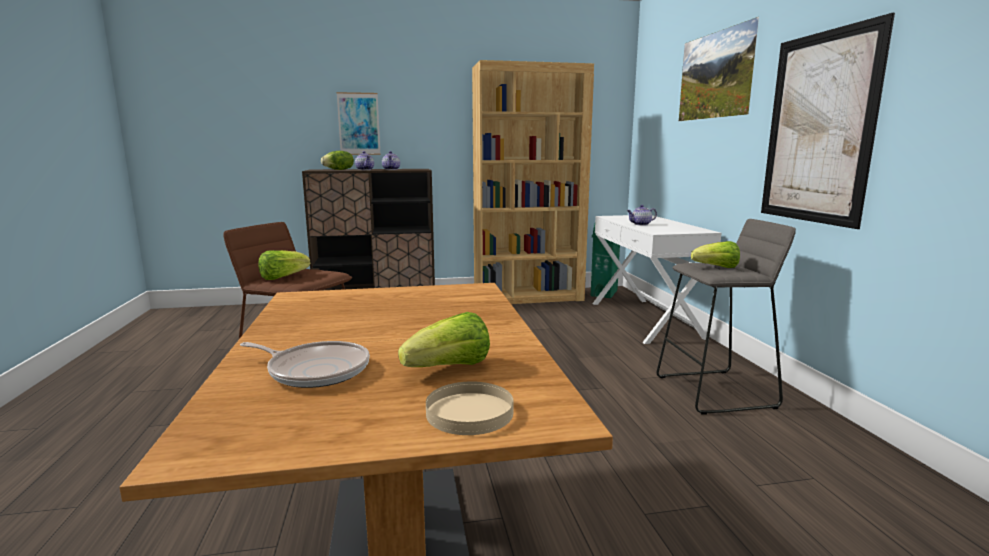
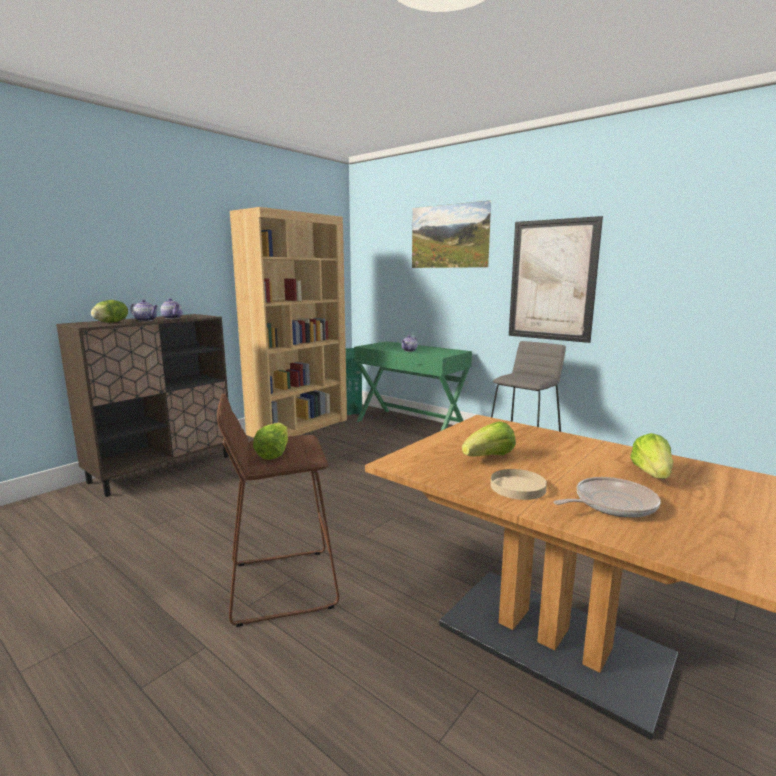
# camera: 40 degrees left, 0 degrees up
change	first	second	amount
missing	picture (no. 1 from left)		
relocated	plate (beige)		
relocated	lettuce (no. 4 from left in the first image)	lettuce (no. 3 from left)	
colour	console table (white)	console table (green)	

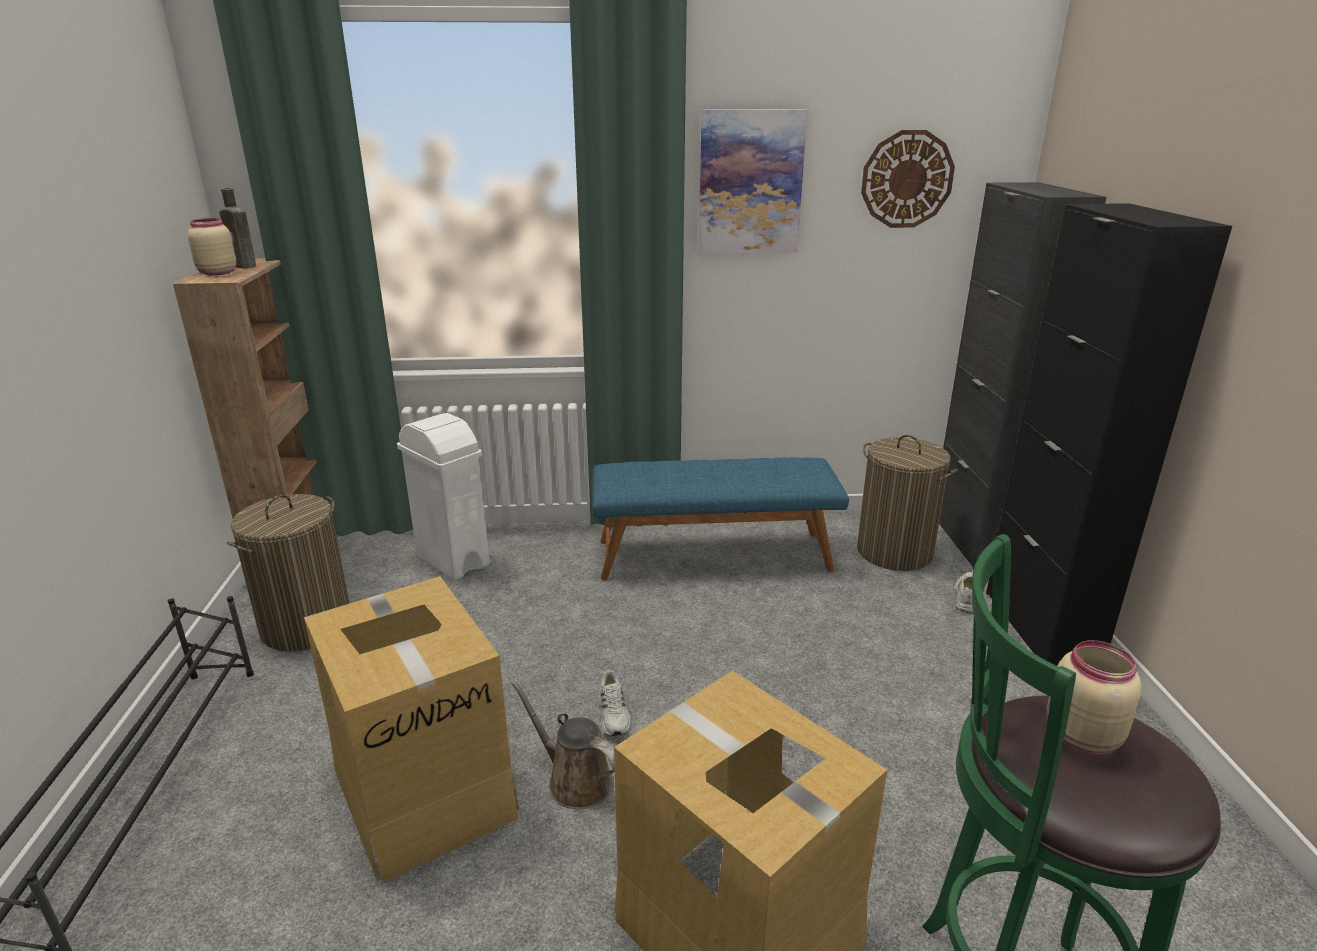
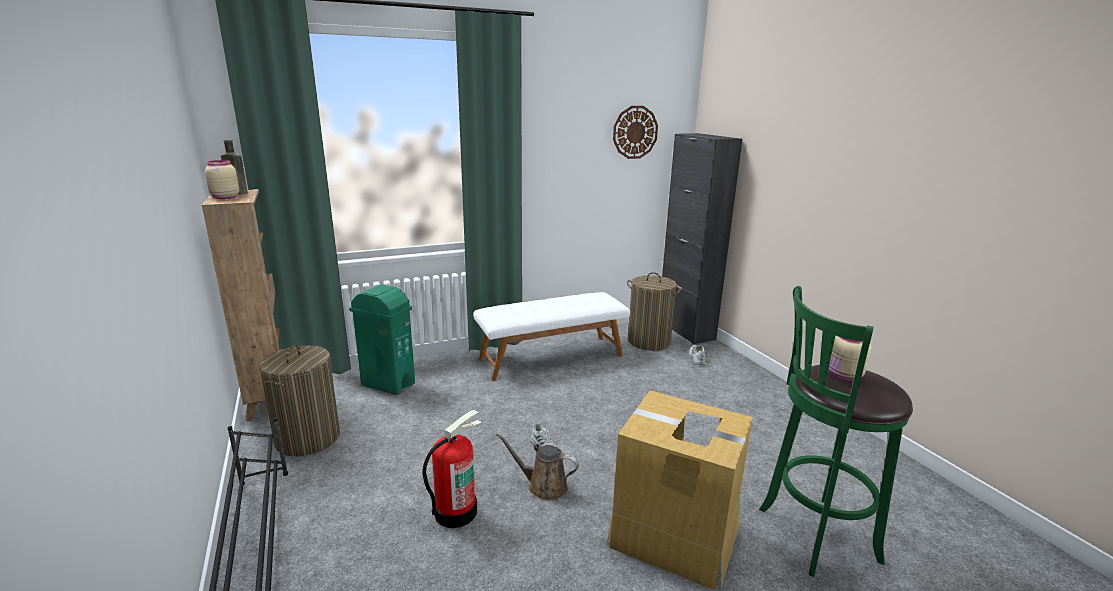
# camera: 20 degrees left, 5 degrees down
change	first	second	amount
missing	picture		
missing	cabinet (black) (no. 2 from left)		
exchanged	cardboard box (no. 1 from left)	fire extinguisher	
colour	trash can (white)	trash can (green)	
colour	bench (blue)	bench (white)	

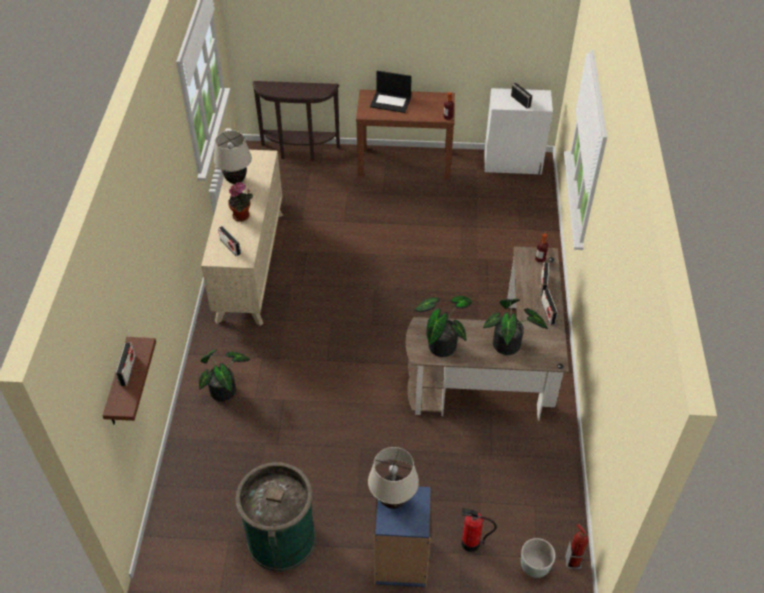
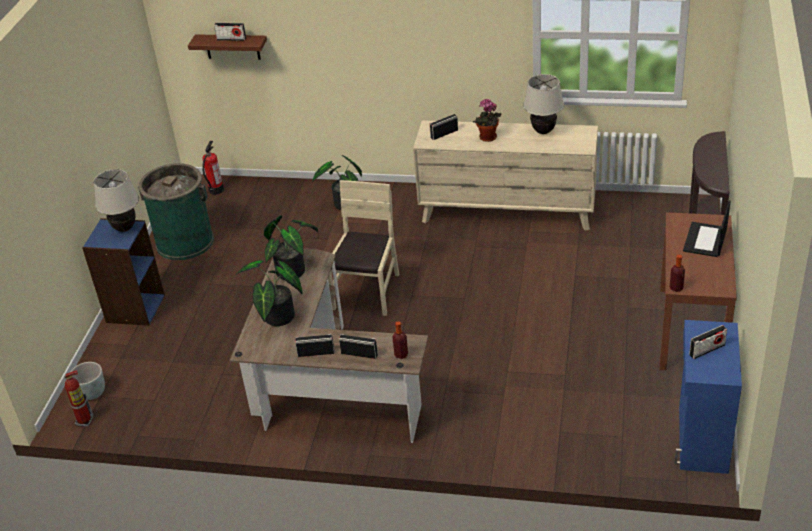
# camera: 100 degrees right, 10 degrees down
change	first	second	amount
appeared		chair (beige)	
relocated	fire extinguisher (no. 1 from left in the first image)	fire extinguisher (no. 2 from left)	
colour	cabinet (white)	cabinet (blue)	

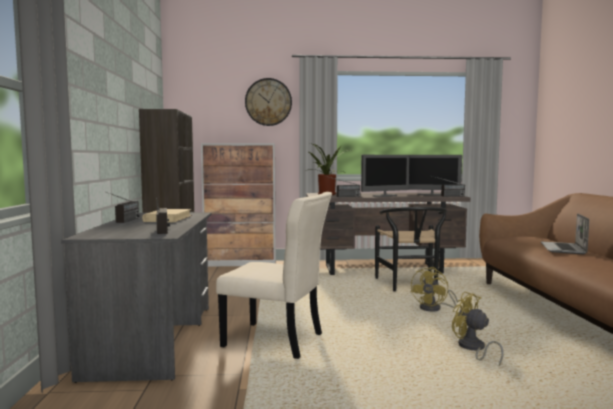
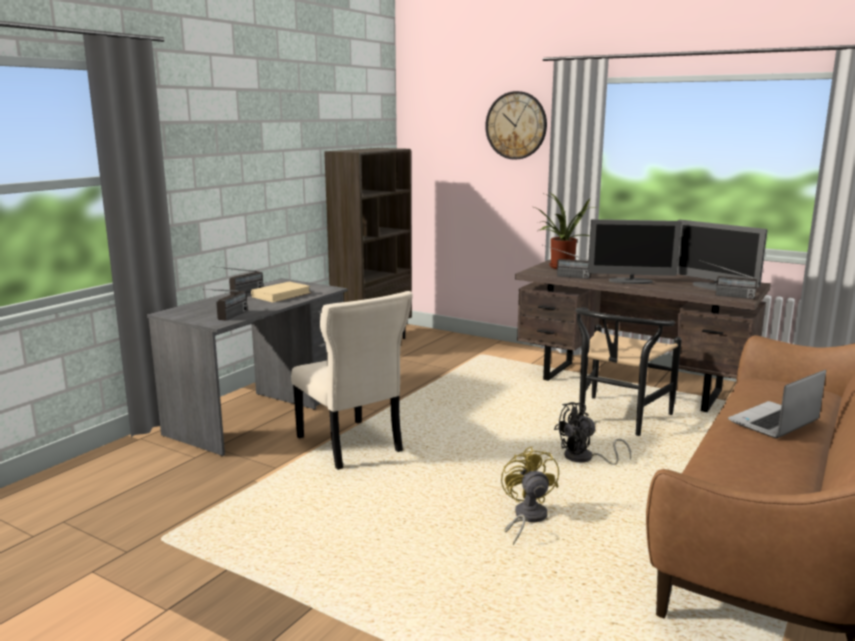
# camera: 35 degrees right, 10 degrees up
change	first	second	amount
missing	cabinet		
colour	fan (yellow) (no. 1 from left)	fan (black)	

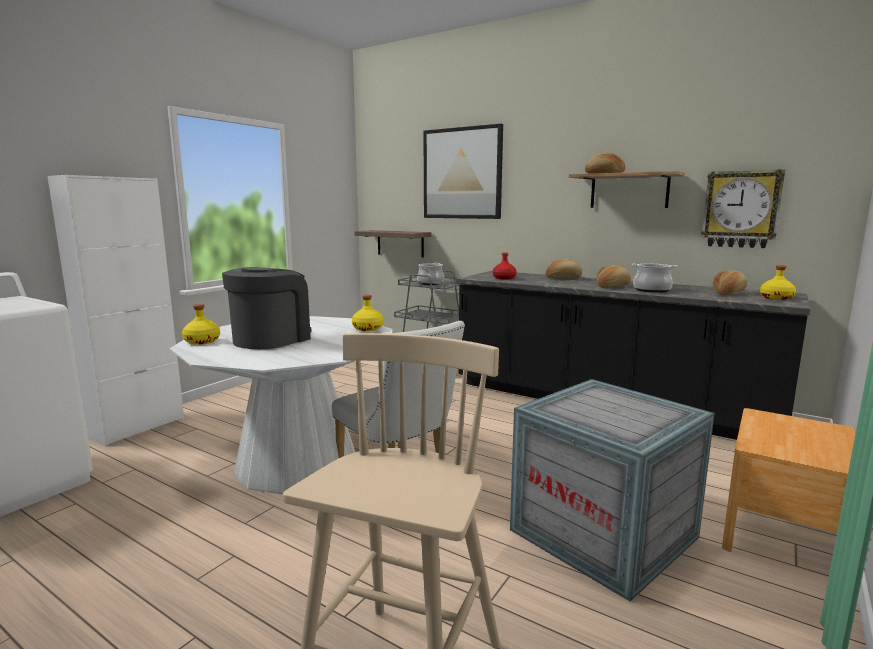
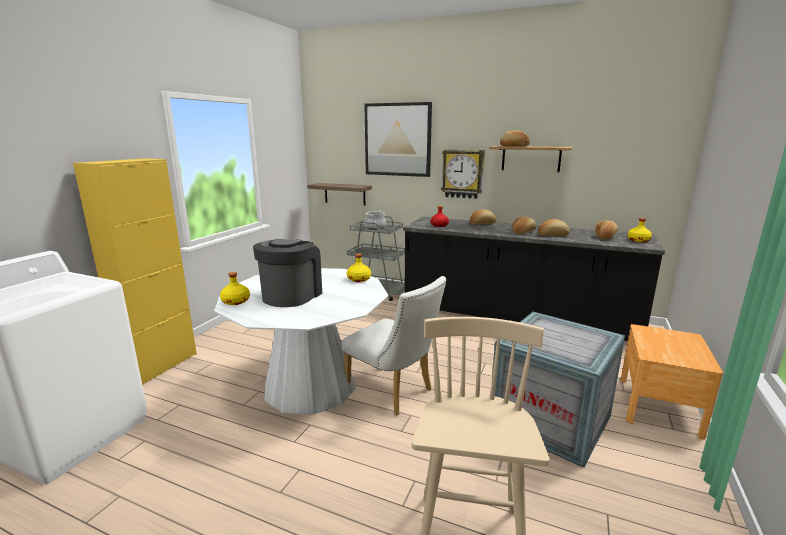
# camera: 10 degrees left, 5 degrees up
change	first	second	amount
relocated	wall clock		
exchanged	cooking pot (no. 2 from left)	bread (no. 4 from left)	
colour	cabinet (white)	cabinet (yellow)	

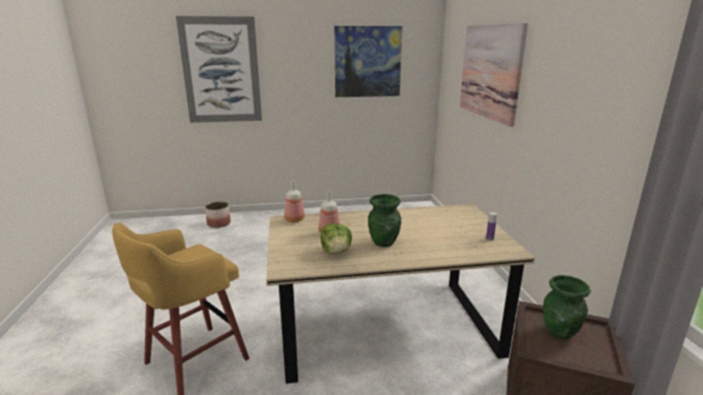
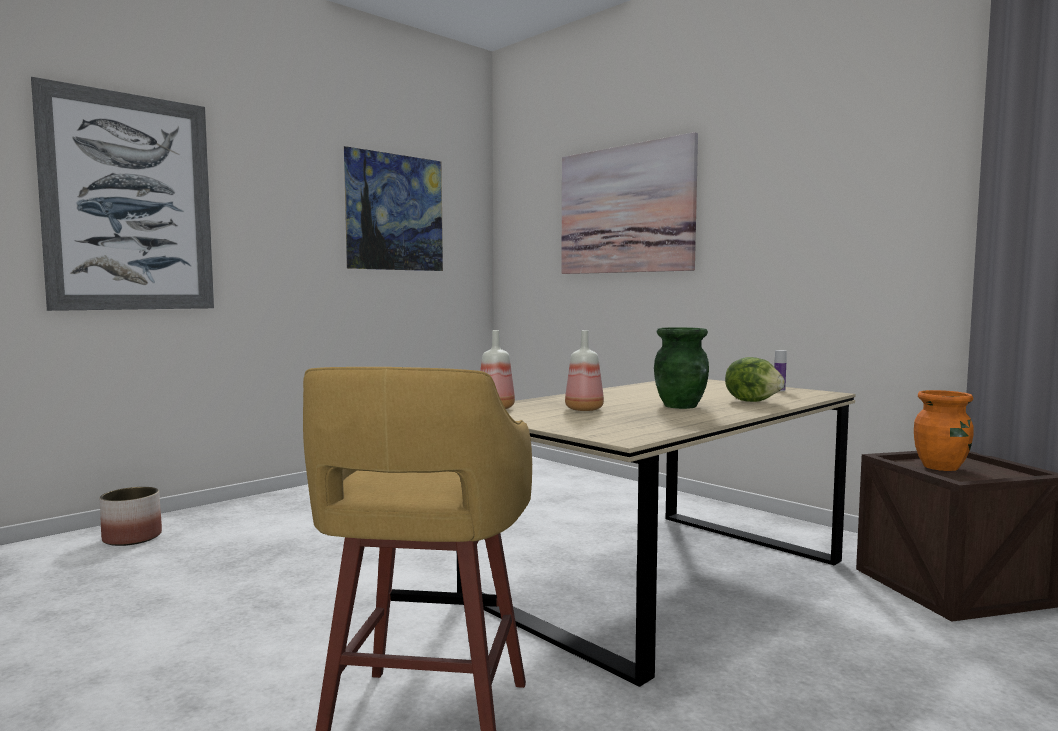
# camera: 35 degrees left, 15 degrees down
change	first	second	amount
relocated	lettuce		
colour	vase (green) (no. 2 from left)	vase (orange)	

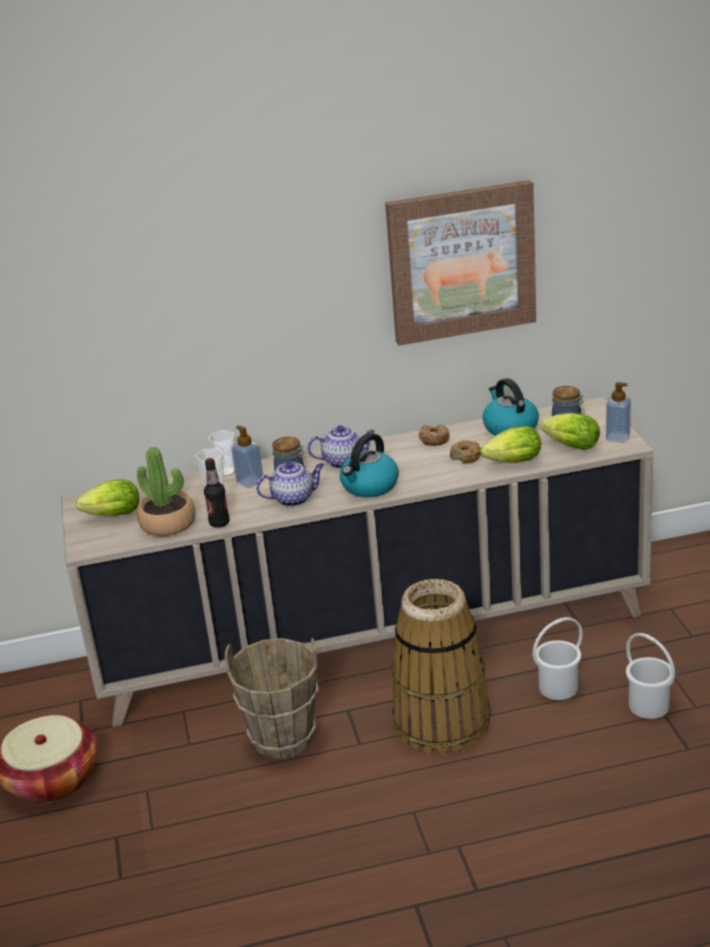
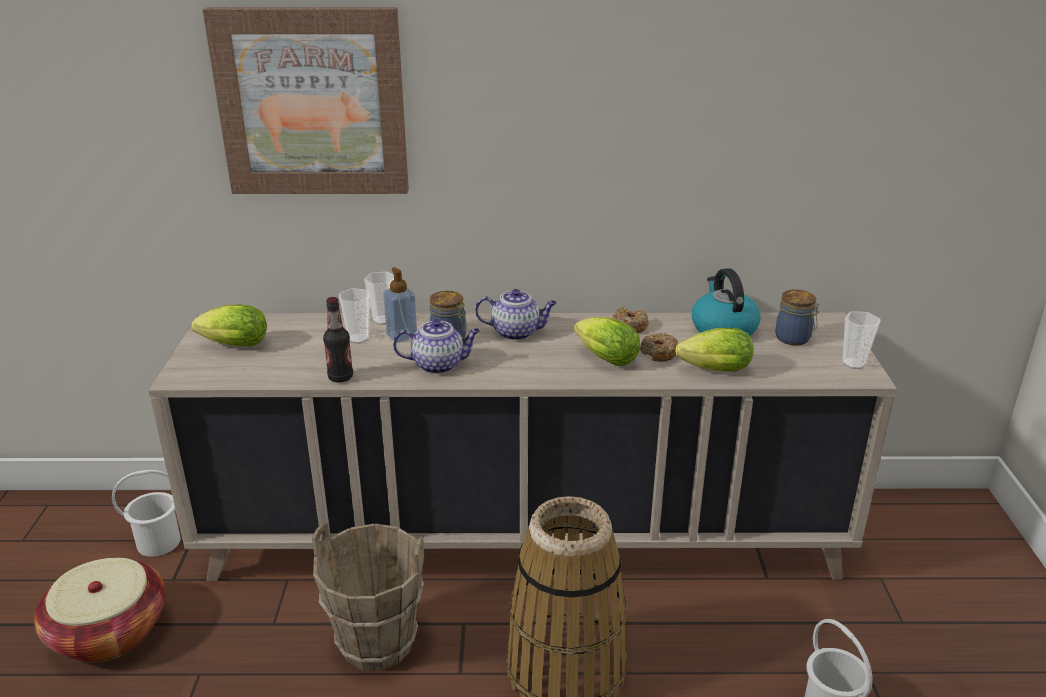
# camera: 10 degrees right, 0 degrees up
change	first	second	amount
missing	potted plant		
missing	kettle (no. 1 from left)		
relocated	picture		
relocated	bucket (white) (no. 1 from left)		
relocated	lettuce (no. 3 from left in the first image)	lettuce (no. 2 from left)	
exchanged	soap dispenser (no. 2 from left)	cup (no. 3 from left)	

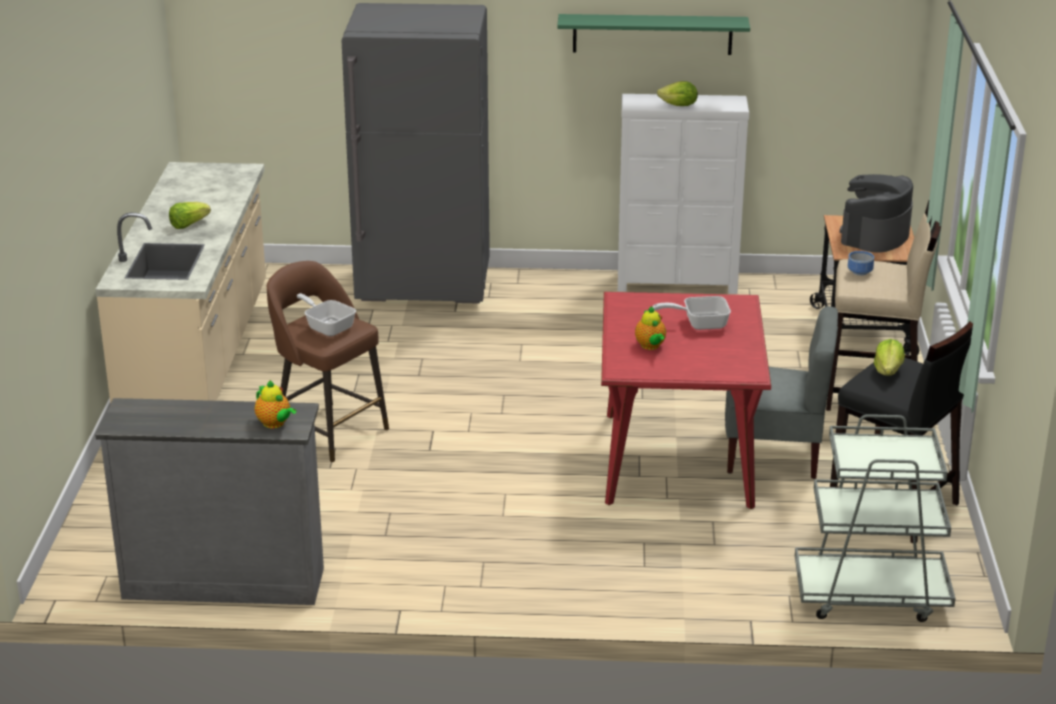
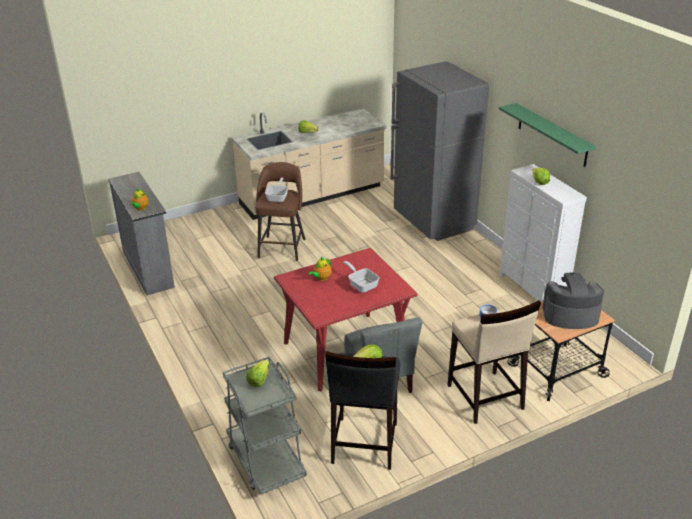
# camera: 60 degrees right, 5 degrees up
change	first	second	amount
appeared		lettuce (no. 1 from left)	

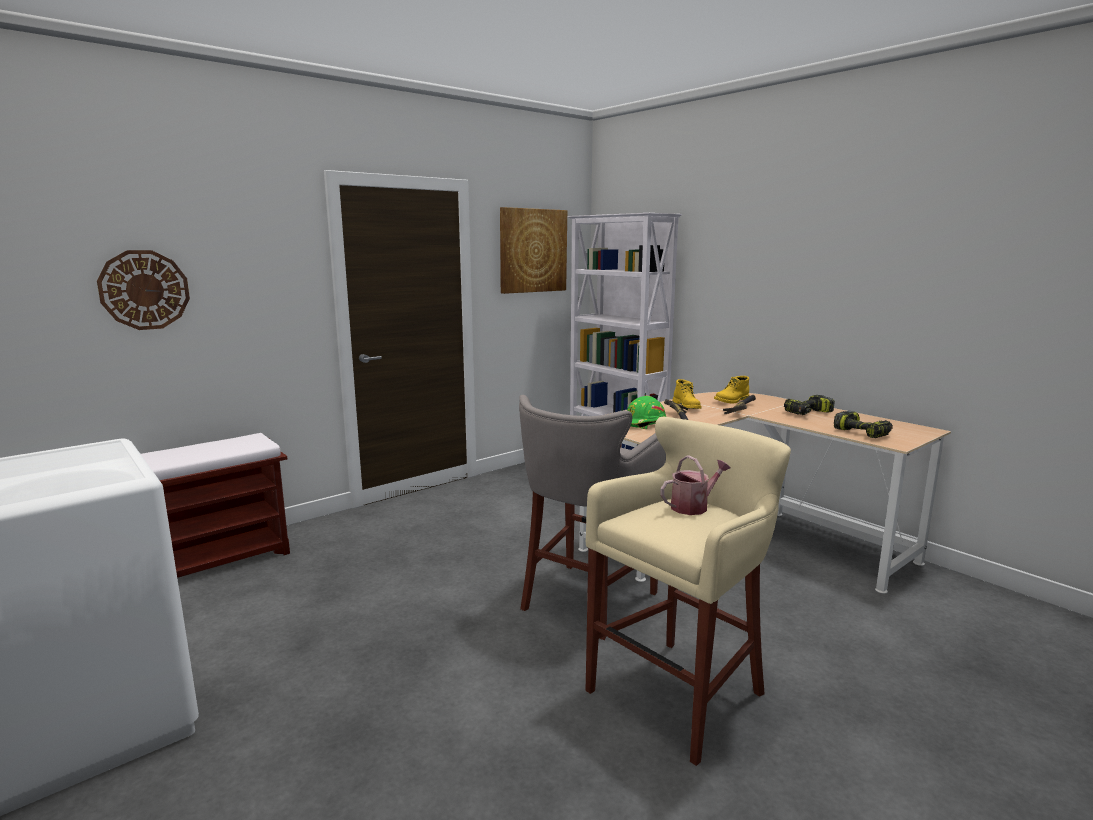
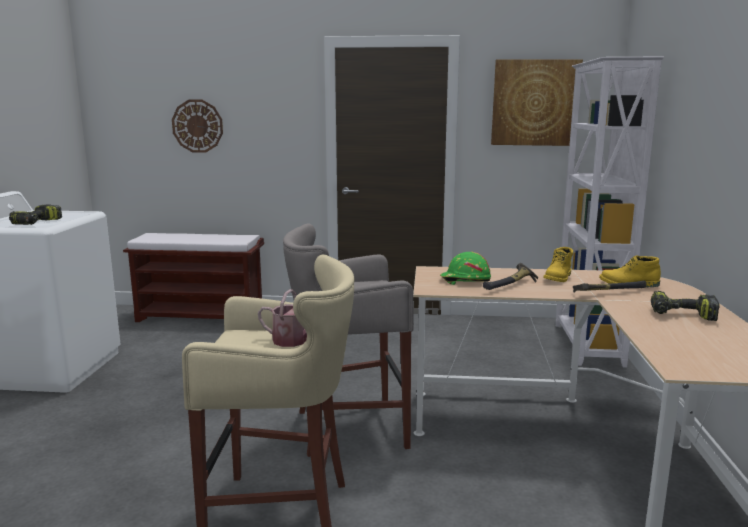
# camera: 45 degrees right, 0 degrees up
change	first	second	amount
relocated	power drill (no. 2 from left in the first image)	power drill (no. 1 from left)	

